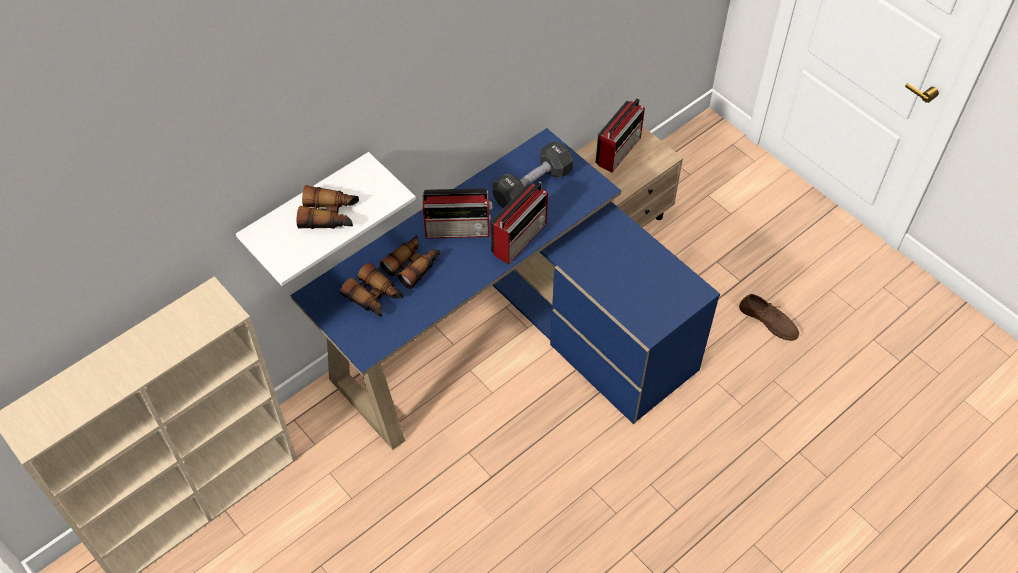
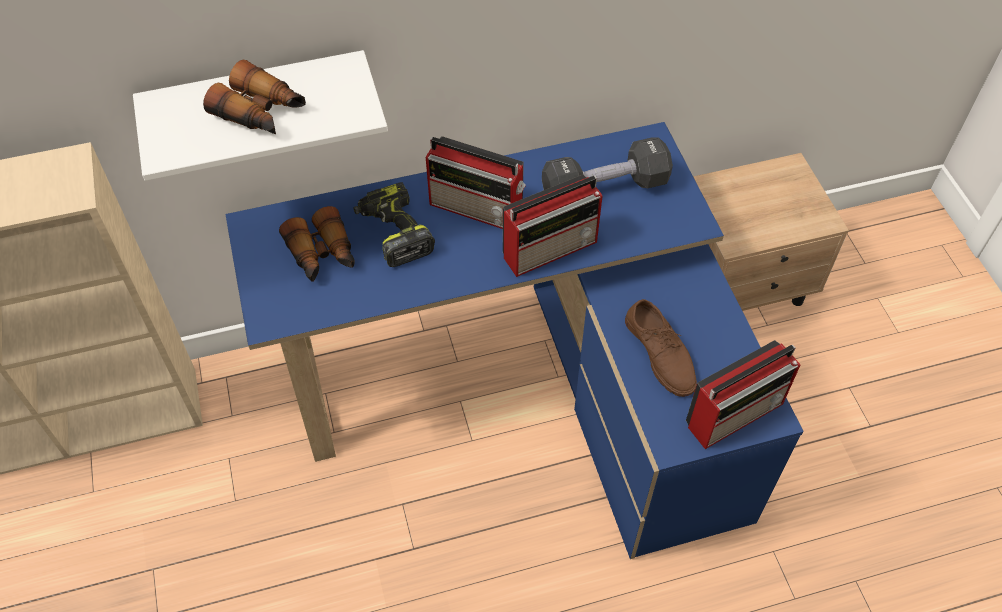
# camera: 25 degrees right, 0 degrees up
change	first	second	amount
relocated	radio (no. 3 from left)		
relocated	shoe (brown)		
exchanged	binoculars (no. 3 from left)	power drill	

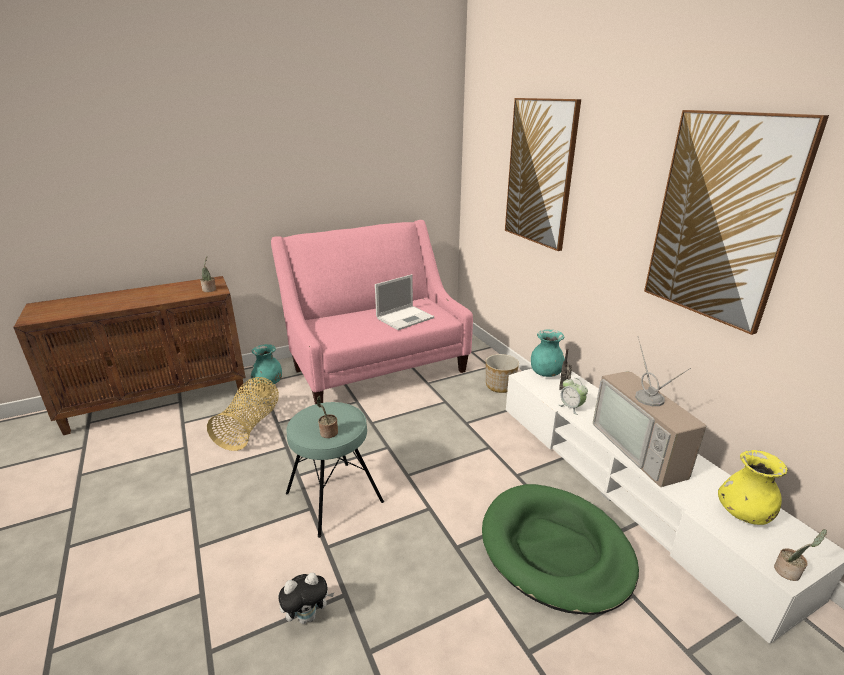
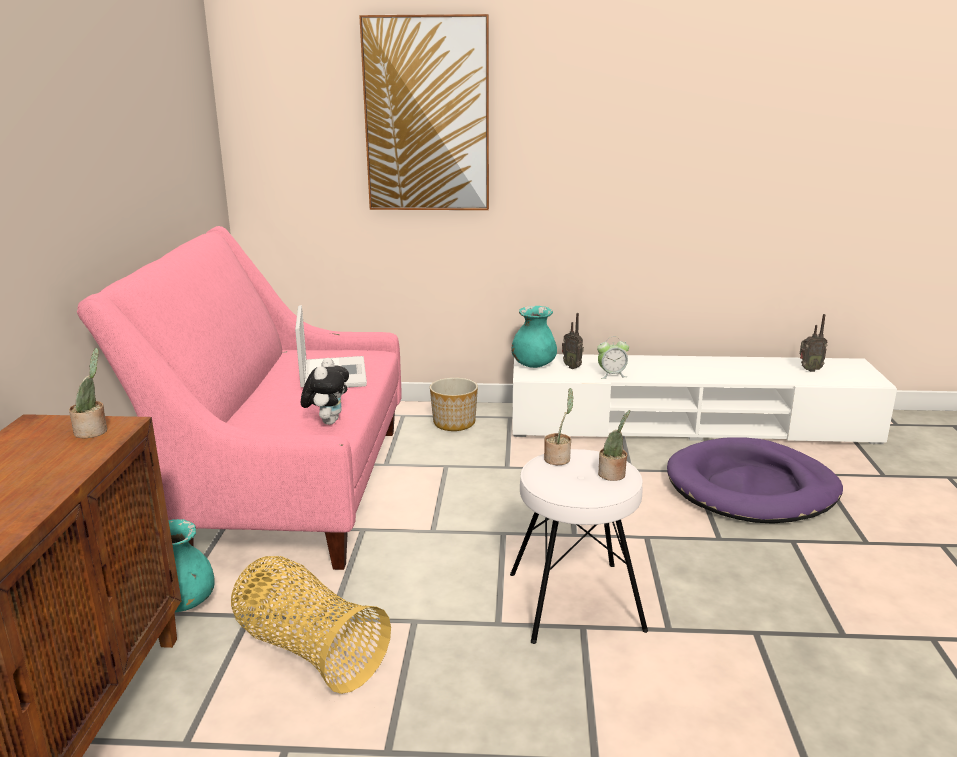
# camera: 60 degrees left, 5 degrees down
change	first	second	amount
missing	television		
missing	picture (no. 2 from left)		
relocated	plush toy		
relocated	potted plant (no. 3 from left in the first image)	potted plant (no. 2 from left)	
exchanged	vase (yellow)	radio (no. 2 from left)	
colour	stool (turquoise)	stool (white)	
colour	dog bed (green)	dog bed (purple)	

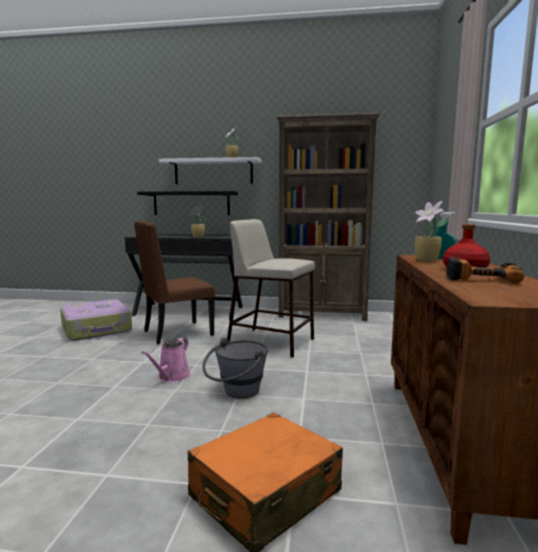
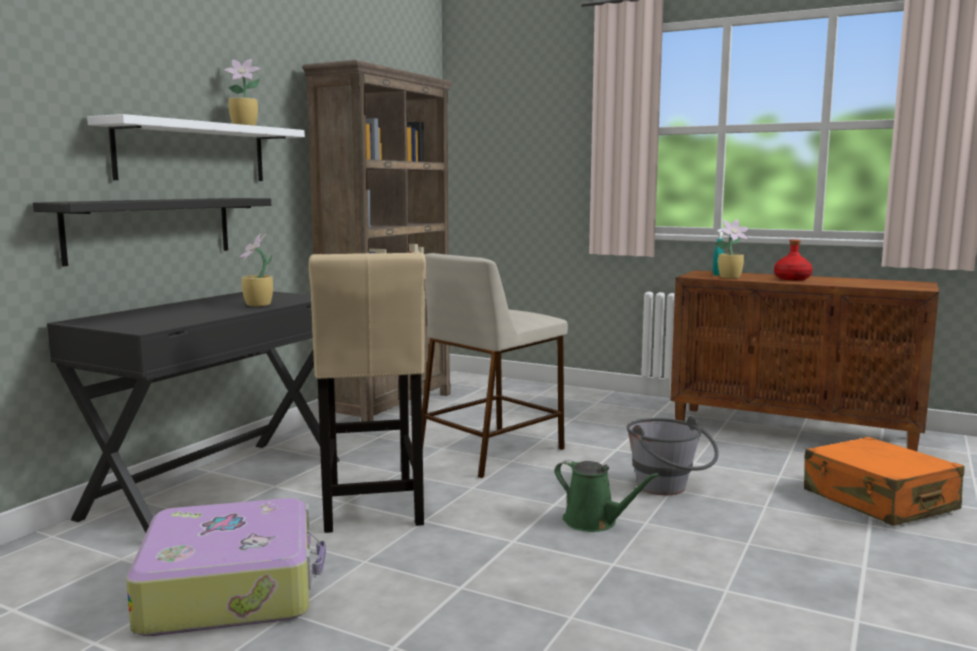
# camera: 70 degrees left, 0 degrees up
change	first	second	amount
missing	power drill		
exchanged	chair (brown)	stool (beige) (no. 1 from left)	
colour	watering can (pink)	watering can (green)	

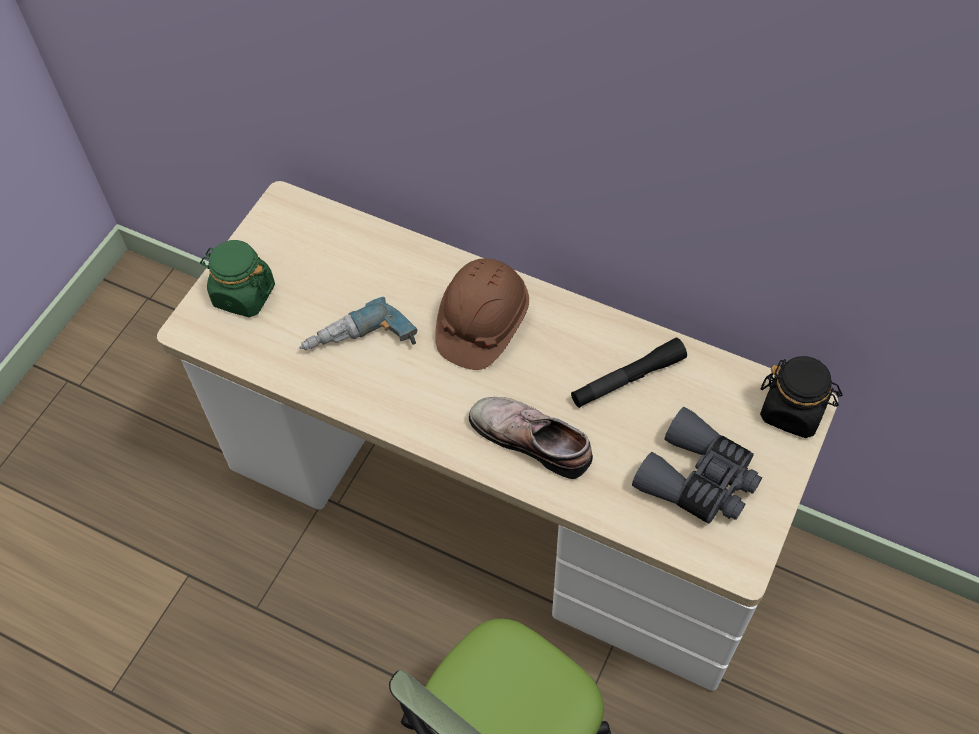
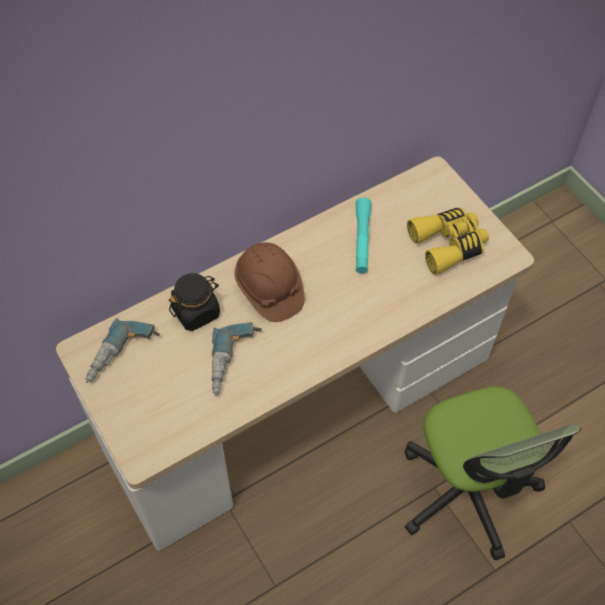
# camera: 60 degrees left, 0 degrees up
change	first	second	amount
missing	jar (green)		
missing	shoe		
appeared		power drill (no. 1 from left)	
relocated	jar (black)		
colour	flashlight (black)	flashlight (turquoise)	
colour	binoculars (grey)	binoculars (yellow)	

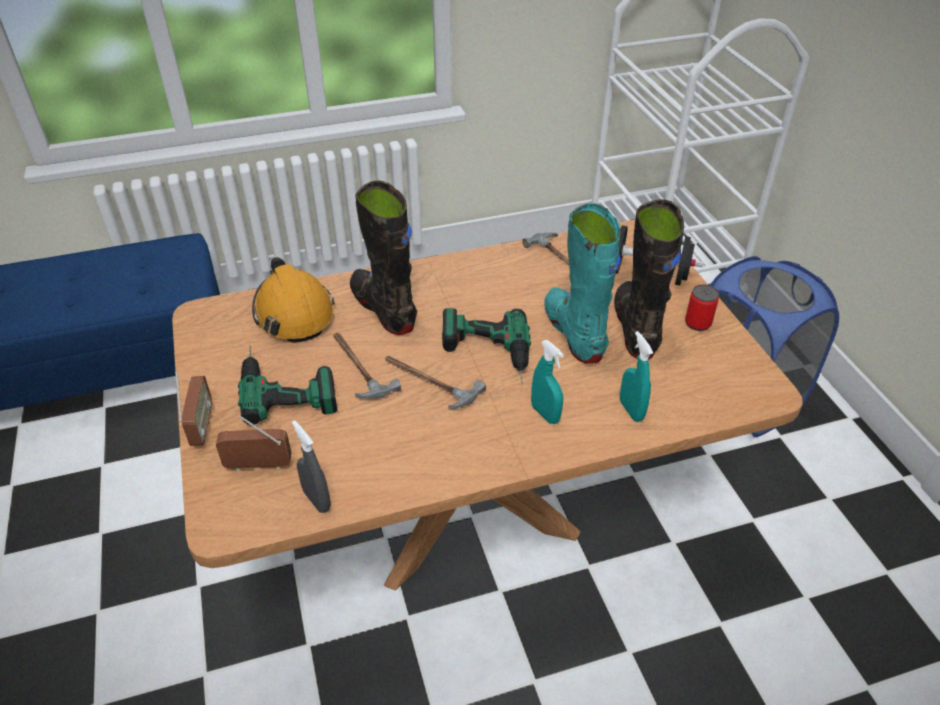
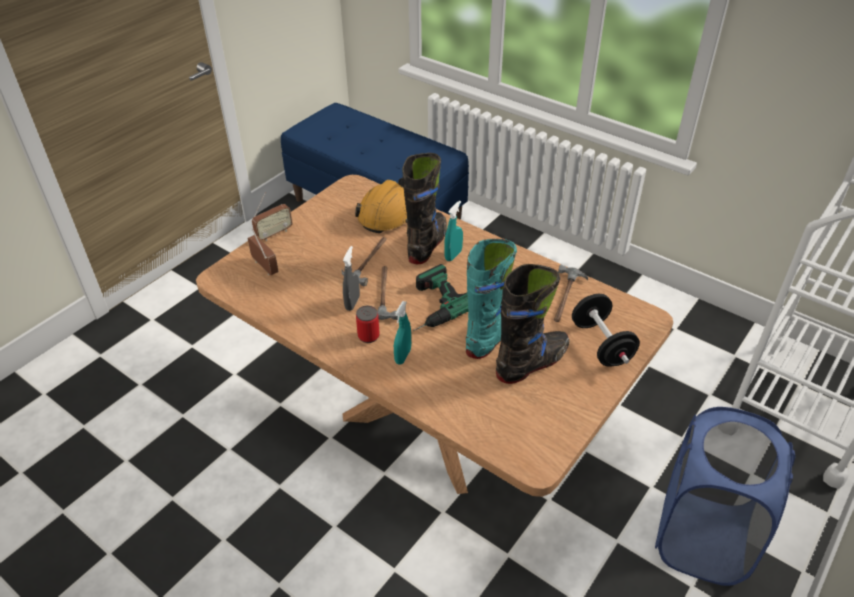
# camera: 55 degrees right, 0 degrees up
change	first	second	amount
missing	power drill (no. 1 from left)		
relocated	spray bottle (grey)		
relocated	spray bottle (turquoise) (no. 2 from left)		
relocated	can		

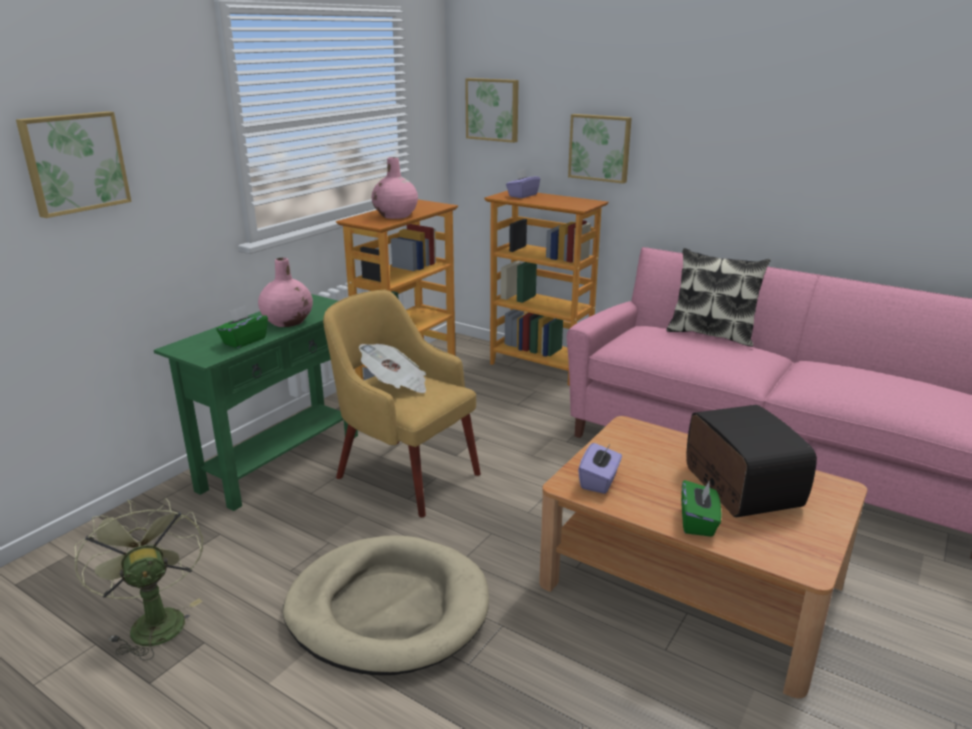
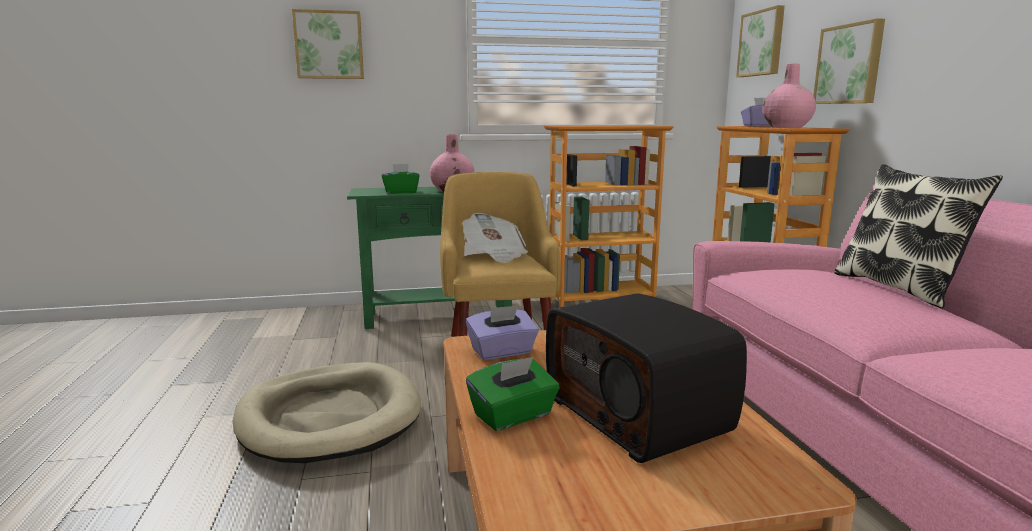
# camera: 45 degrees right, 10 degrees down
change	first	second	amount
missing	fan (green)		
relocated	vase (pink) (no. 2 from left)		
spun	radio		120 degrees clockwise

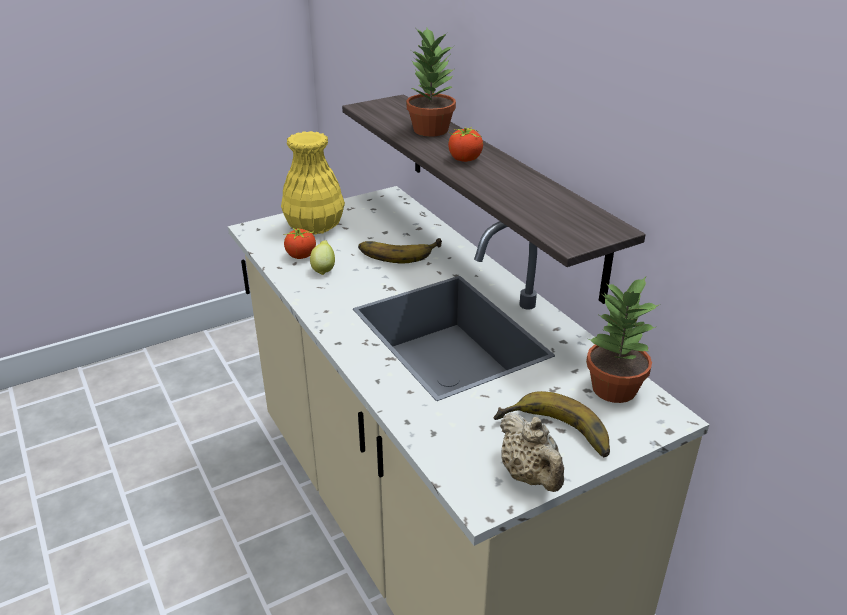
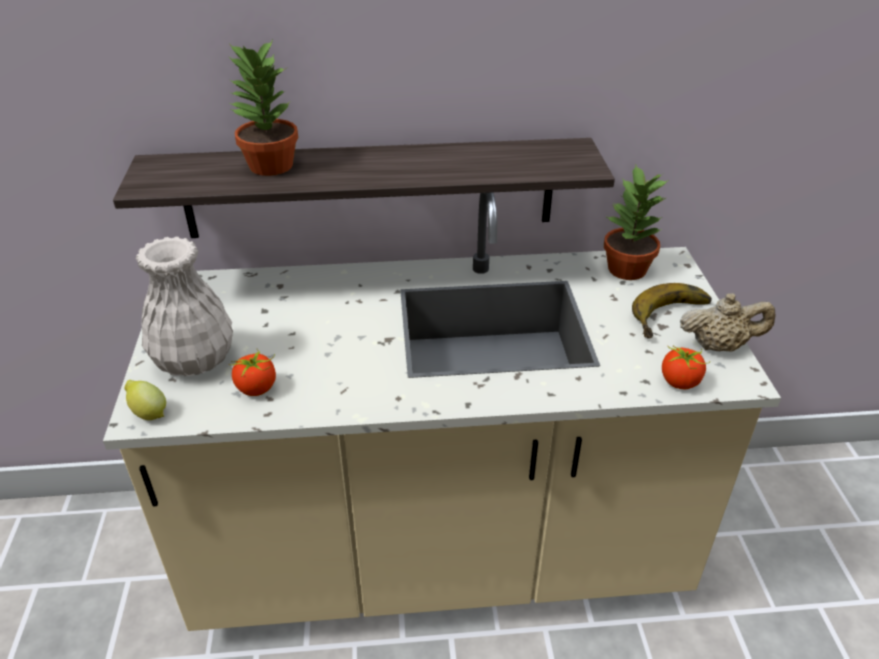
# camera: 65 degrees left, 5 degrees up
change	first	second	amount
missing	banana (no. 1 from left)		
relocated	lemon		
relocated	tomato (no. 2 from left)		
colour	vase (yellow)	vase (white)	

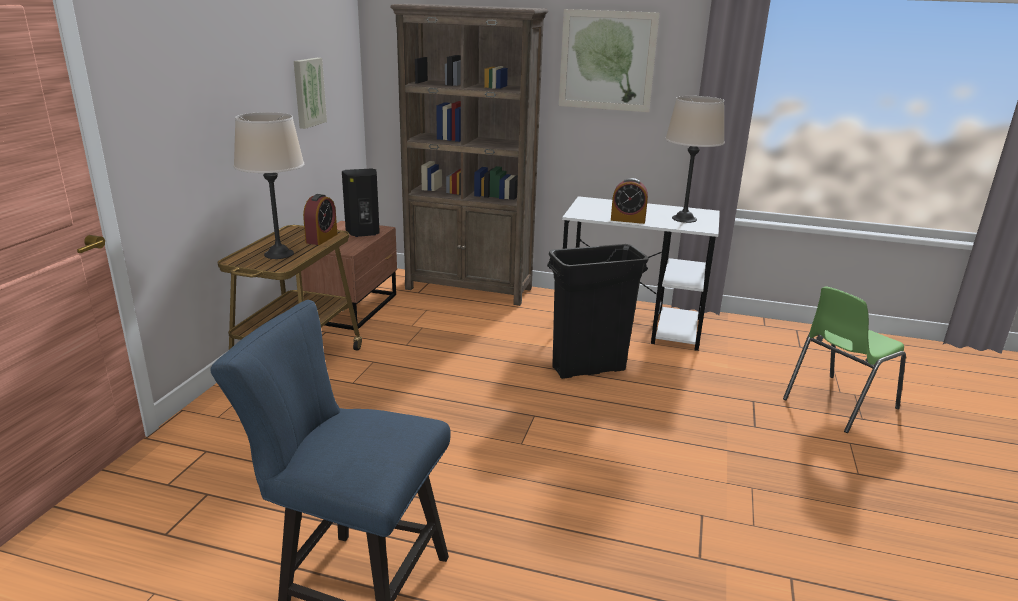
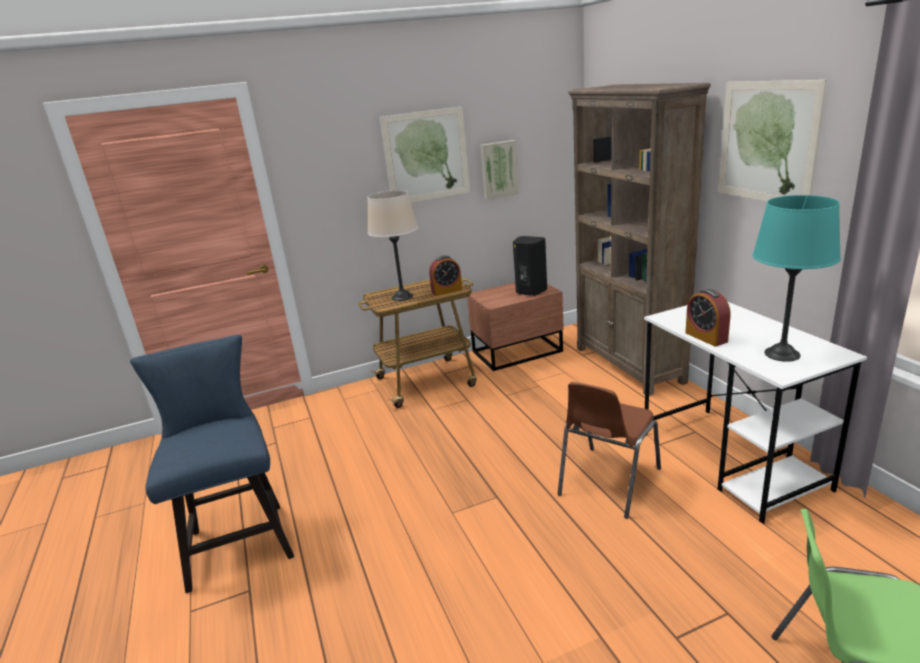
# camera: 55 degrees right, 0 degrees up
change	first	second	amount
appeared		picture (no. 1 from left)	
exchanged	trash can (black)	chair (brown)	
colour	table lamp (beige) (no. 2 from left)	table lamp (turquoise)	

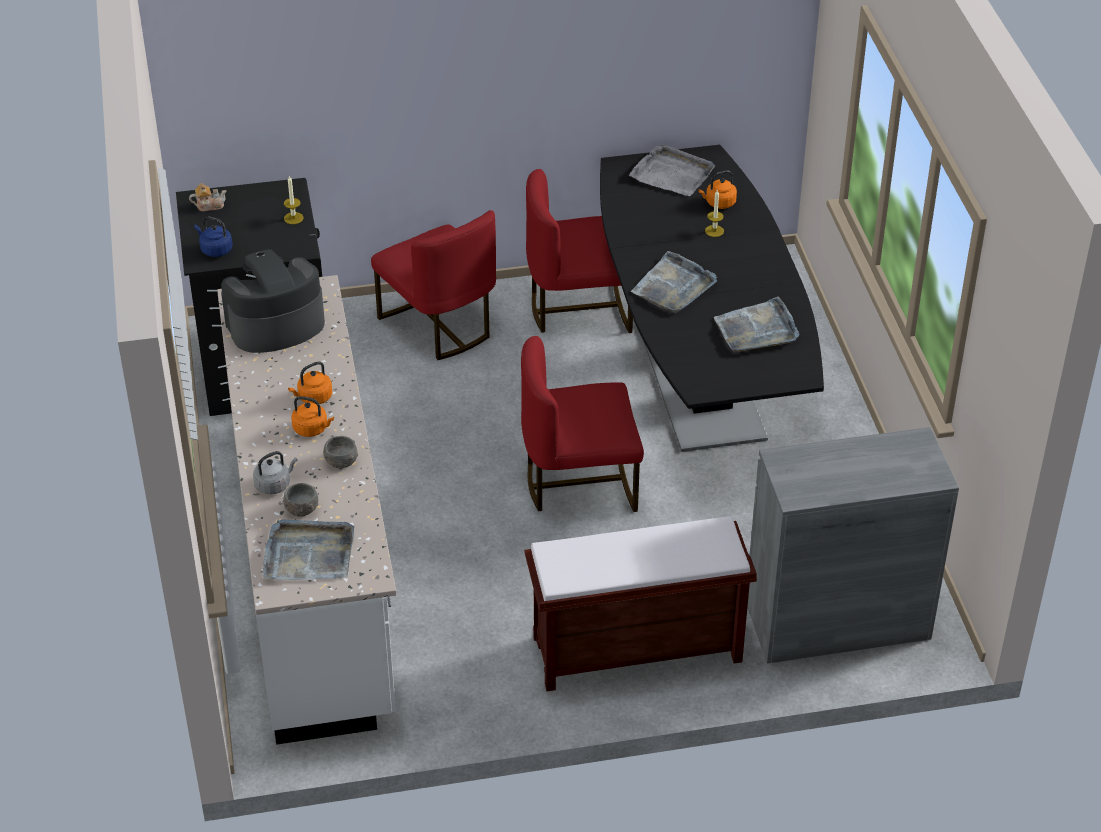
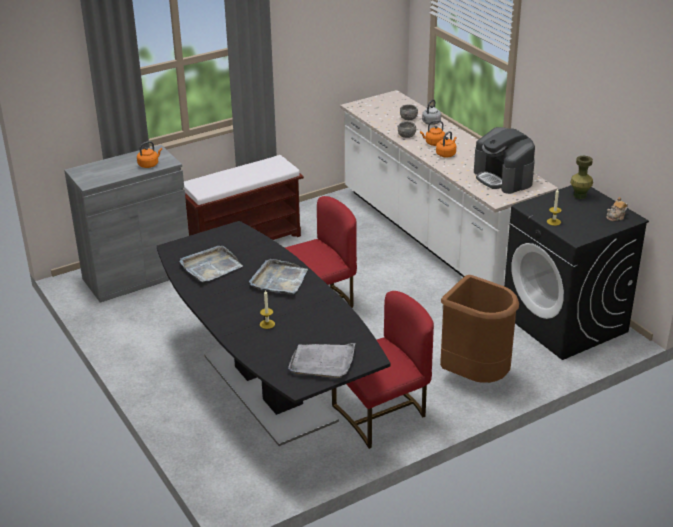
# camera: 160 degrees right, 10 degrees down
change	first	second	amount
missing	tray (grey) (no. 1 from left)		
relocated	kettle (orange) (no. 3 from left in the first image)	kettle (orange) (no. 1 from left)	
exchanged	kettle (blue)	vase (green)	
exchanged	chair (red) (no. 1 from left)	trash can (brown)	
spun	coffee machine		105 degrees clockwise

